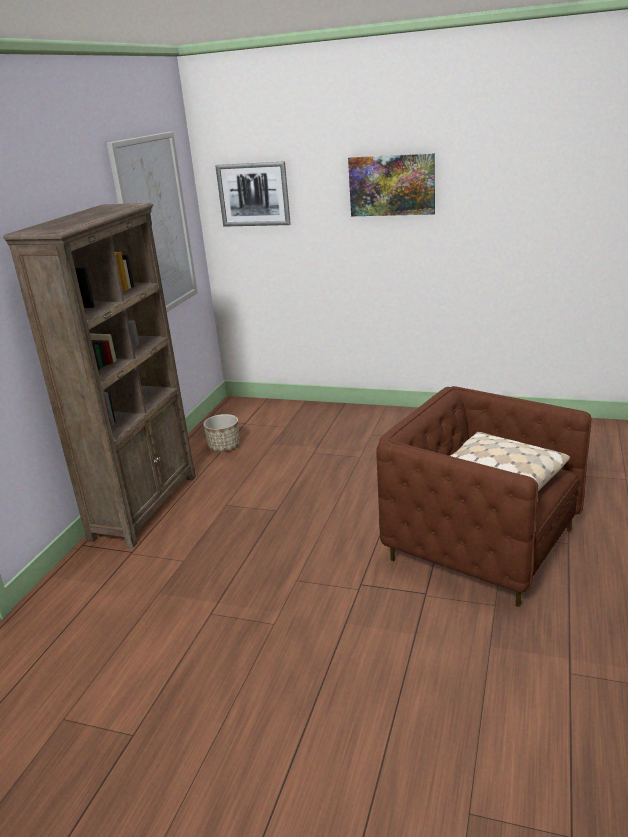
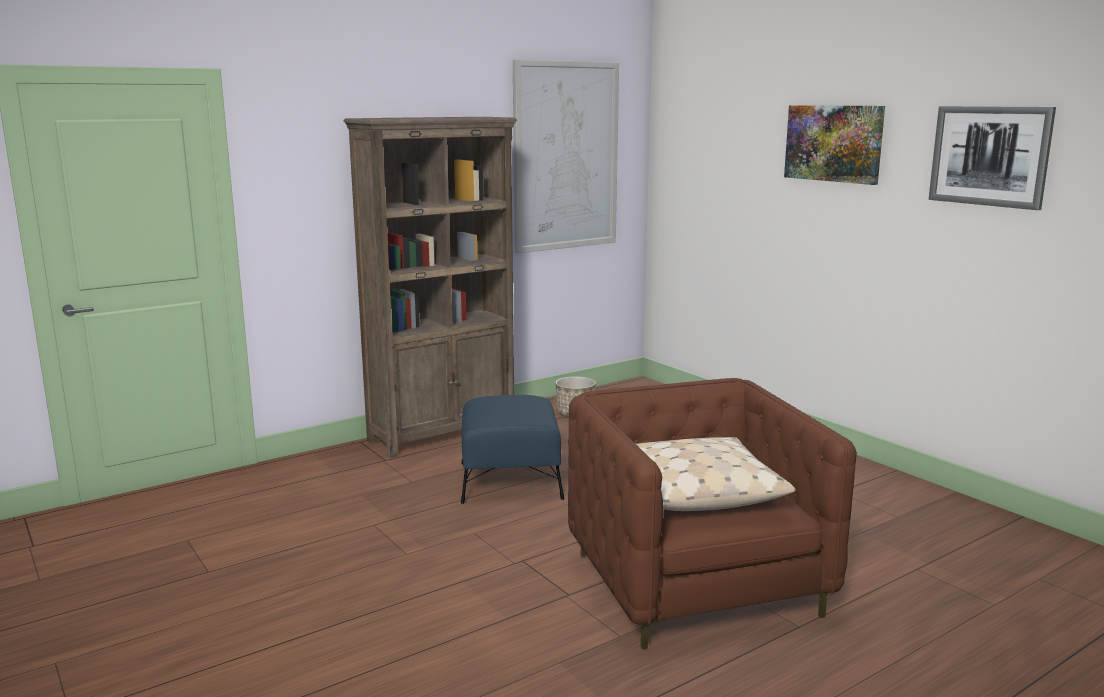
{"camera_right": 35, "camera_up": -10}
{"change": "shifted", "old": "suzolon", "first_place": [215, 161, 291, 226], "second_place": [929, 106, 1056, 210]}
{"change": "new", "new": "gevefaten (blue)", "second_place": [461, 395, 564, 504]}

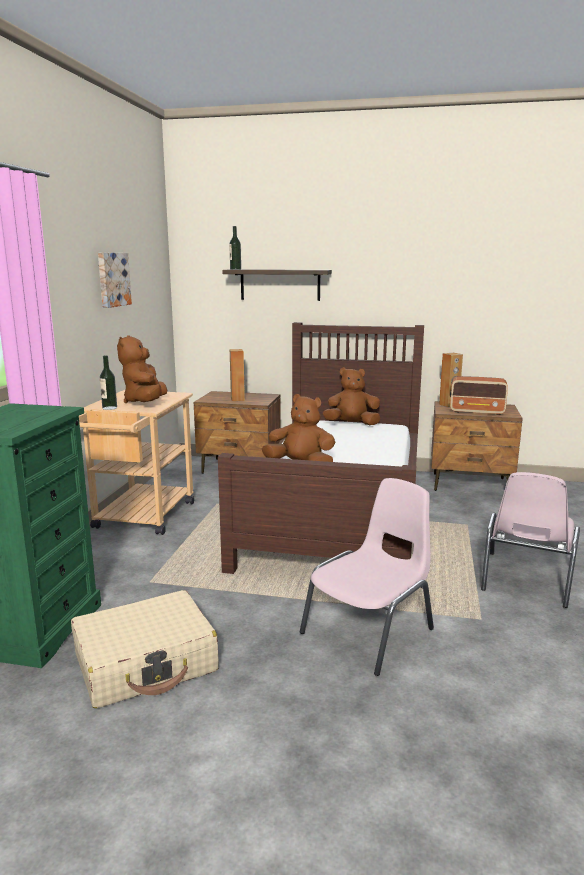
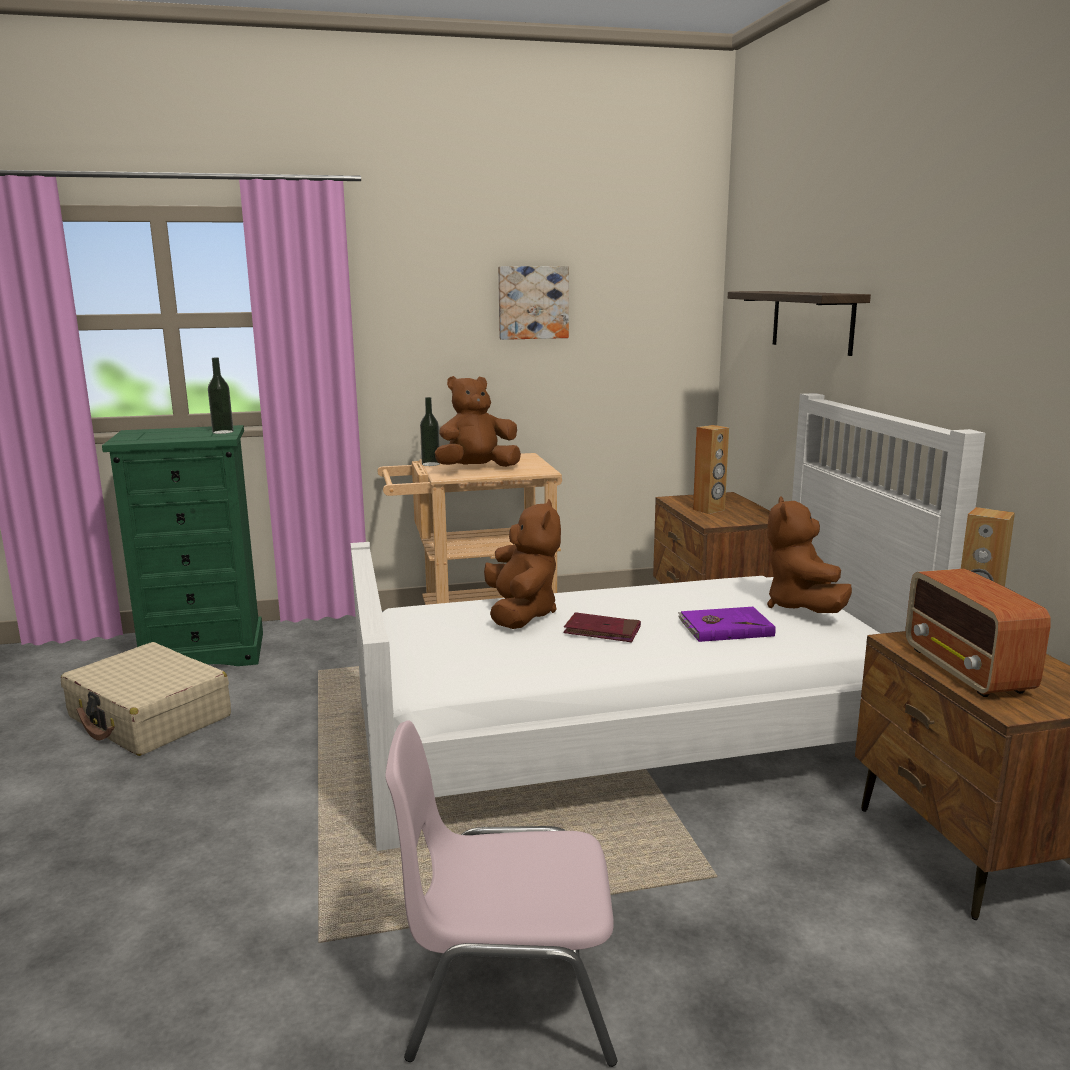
{"camera_right": 65, "camera_up": 0}
{"change": "repainted", "old": "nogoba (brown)", "new": "nogoba (white)", "first_place": [218, 322, 424, 574], "second_place": [351, 393, 985, 851]}
{"change": "shifted", "old": "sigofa", "first_place": [229, 226, 241, 270], "second_place": [208, 357, 234, 434]}
{"change": "gone", "old": "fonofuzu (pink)", "first_place": [300, 478, 434, 676]}
{"change": "rotated", "old": "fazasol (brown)", "first_place": [323, 367, 381, 425], "second_place": [767, 496, 852, 613], "degrees": -150}
{"change": "new", "new": "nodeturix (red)", "second_place": [563, 612, 641, 642]}
{"change": "new", "new": "nodeturix (purple)", "second_place": [678, 607, 776, 642]}

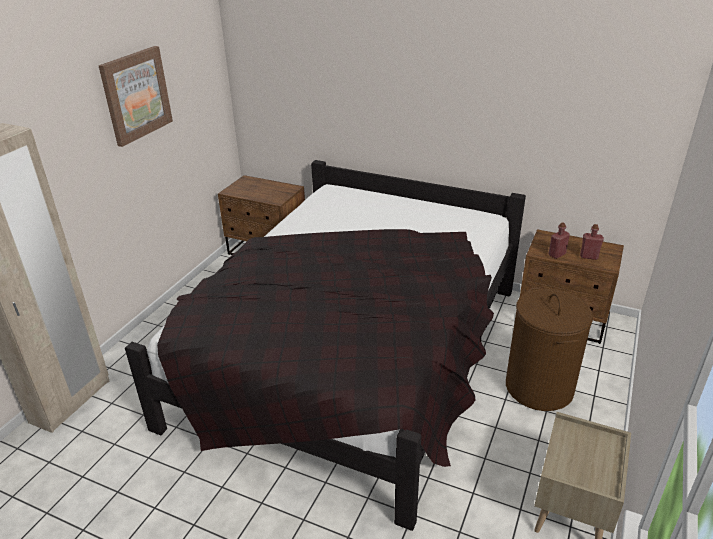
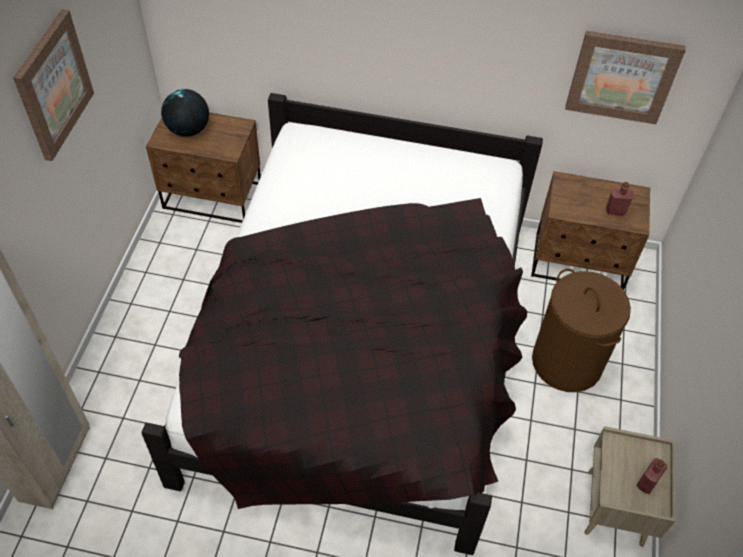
{"camera_right": -15, "camera_up": 20}
{"change": "shifted", "old": "sigofa (red)", "first_place": [548, 222, 570, 259], "second_place": [637, 458, 668, 494]}
{"change": "new", "new": "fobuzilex", "second_place": [161, 89, 209, 137]}
{"change": "new", "new": "suzolon", "second_place": [565, 31, 686, 124]}

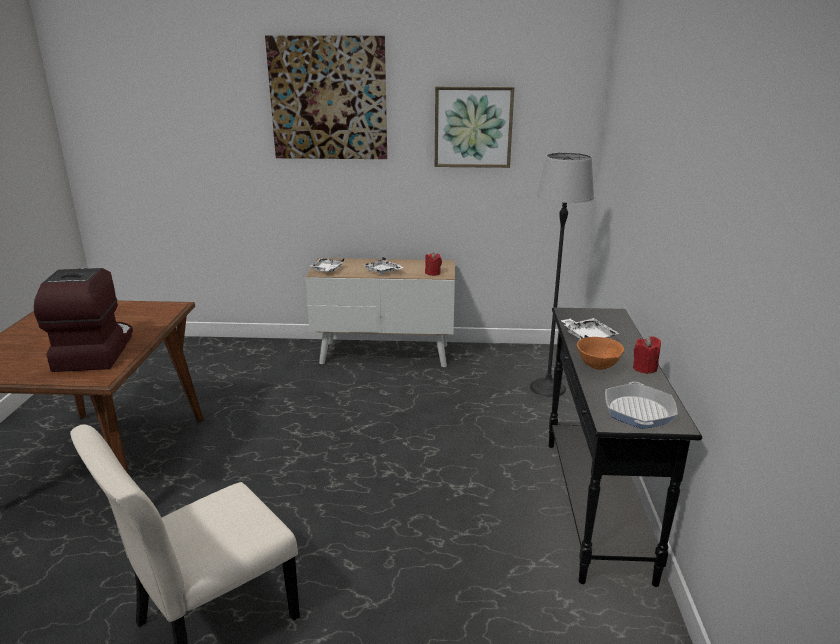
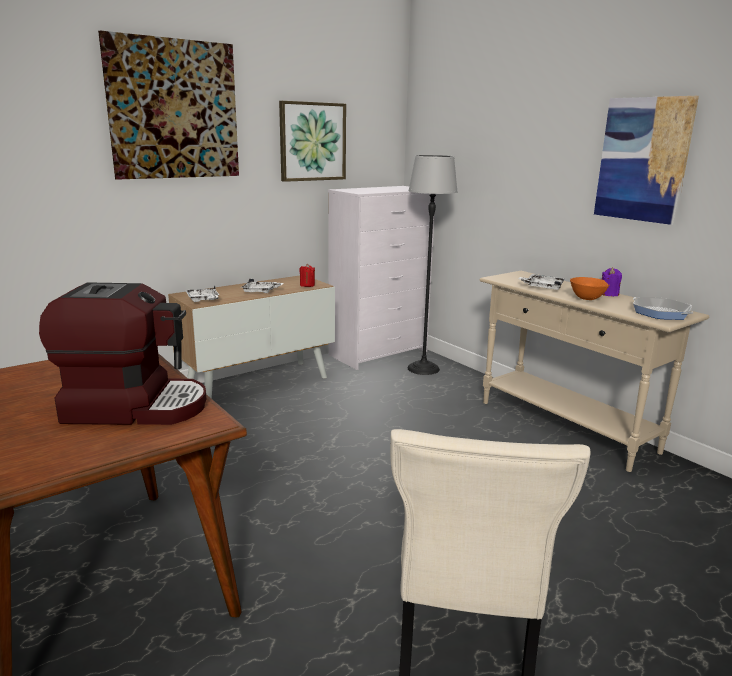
{"camera_right": -40, "camera_up": -5}
{"change": "rotated", "old": "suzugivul", "first_place": [34, 268, 133, 372], "second_place": [39, 282, 206, 425], "degrees": 135}
{"change": "repainted", "old": "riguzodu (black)", "new": "riguzodu (beige)", "first_place": [549, 308, 702, 587], "second_place": [480, 271, 709, 472]}
{"change": "repainted", "old": "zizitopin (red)", "new": "zizitopin (purple)", "first_place": [633, 336, 661, 374], "second_place": [602, 268, 622, 296]}
{"change": "new", "new": "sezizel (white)", "second_place": [328, 186, 436, 370]}
{"change": "new", "new": "suzolon", "second_place": [594, 96, 699, 225]}

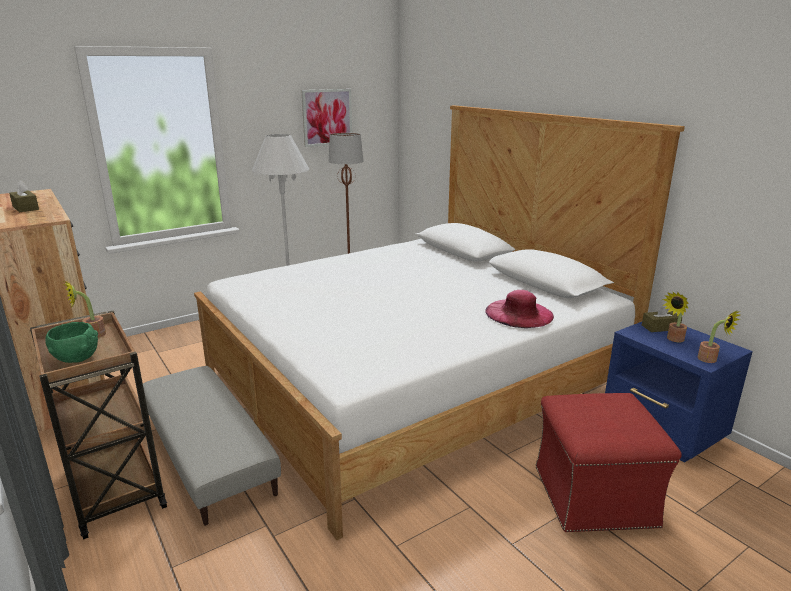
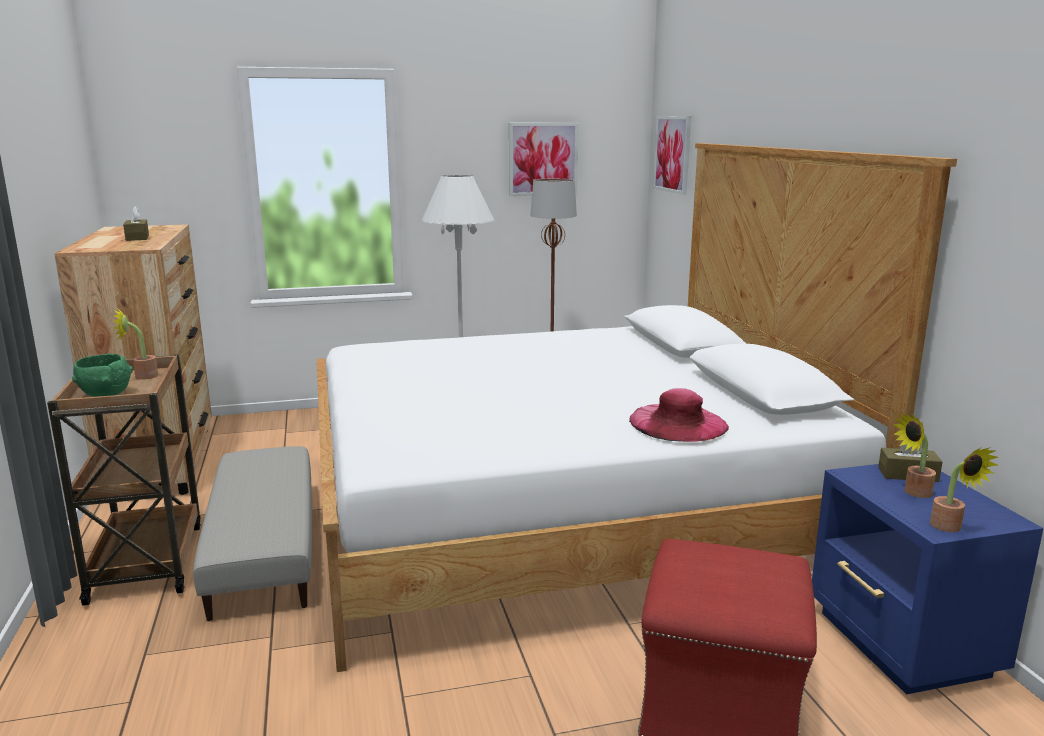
{"camera_right": 20, "camera_up": -5}
{"change": "new", "new": "suzolon", "second_place": [653, 116, 691, 195]}

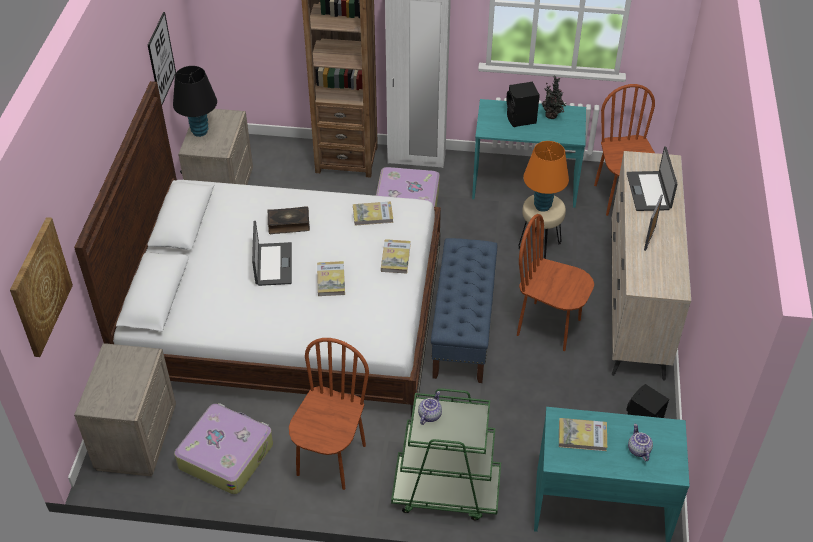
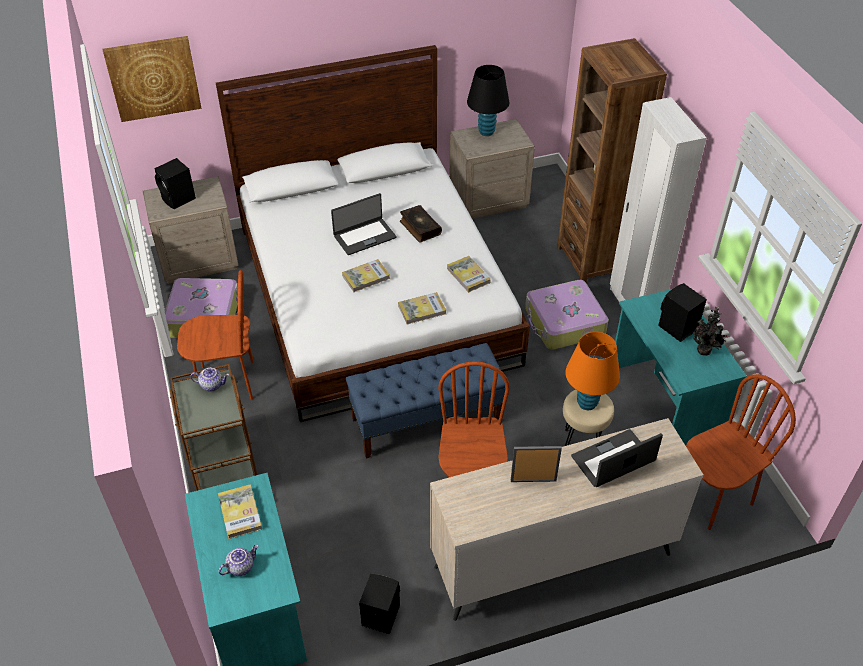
{"camera_right": 65, "camera_up": 0}
{"change": "gone", "old": "suzolon", "first_place": [148, 12, 176, 105]}
{"change": "repainted", "old": "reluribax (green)", "new": "reluribax (brown)", "first_place": [391, 388, 501, 520], "second_place": [170, 364, 257, 491]}
{"change": "new", "new": "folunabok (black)", "second_place": [154, 158, 196, 209]}

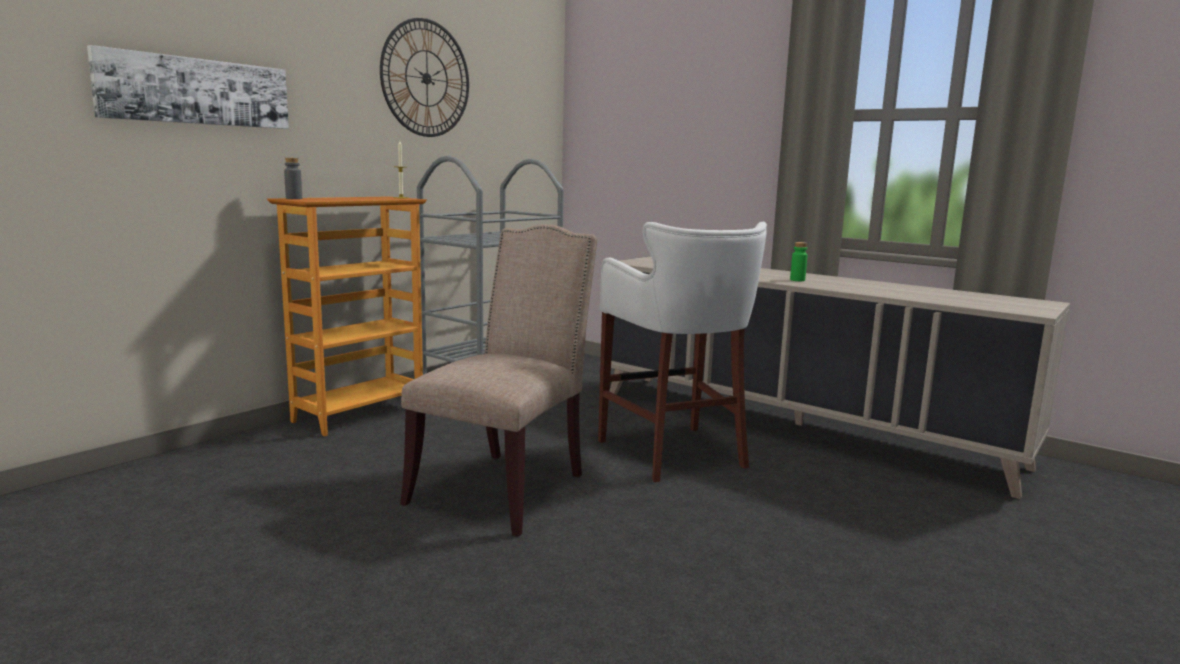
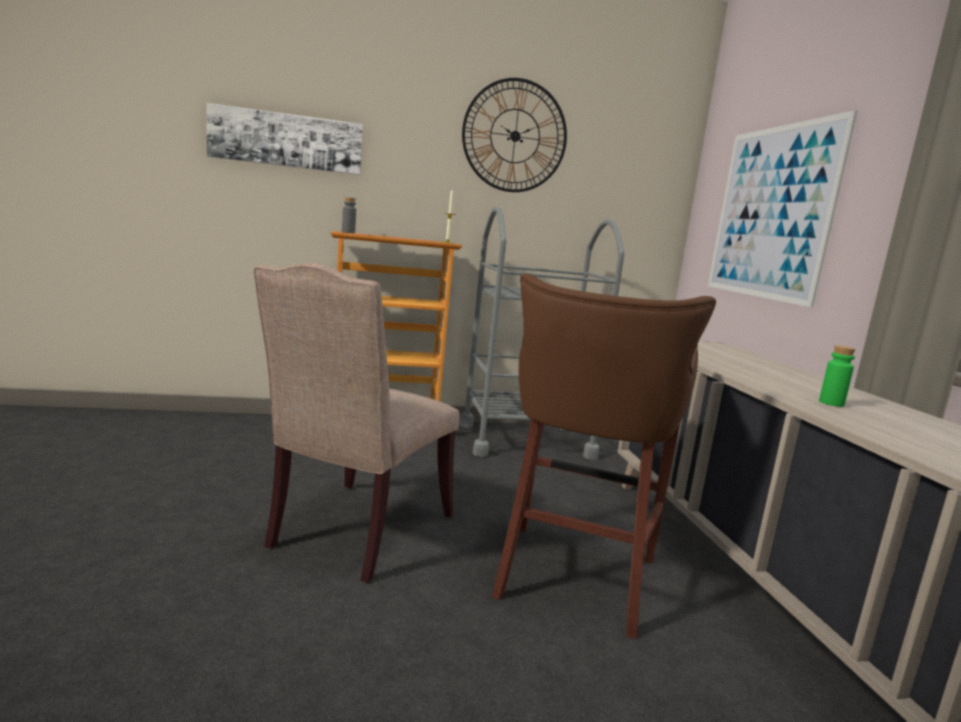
{"camera_right": 40, "camera_up": 0}
{"change": "rotated", "old": "fonofuzu (beige)", "first_place": [400, 224, 597, 537], "second_place": [254, 263, 460, 583], "degrees": 135}
{"change": "repainted", "old": "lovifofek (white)", "new": "lovifofek (brown)", "first_place": [598, 222, 767, 482], "second_place": [492, 273, 716, 639]}
{"change": "new", "new": "suzolon", "second_place": [708, 110, 857, 308]}

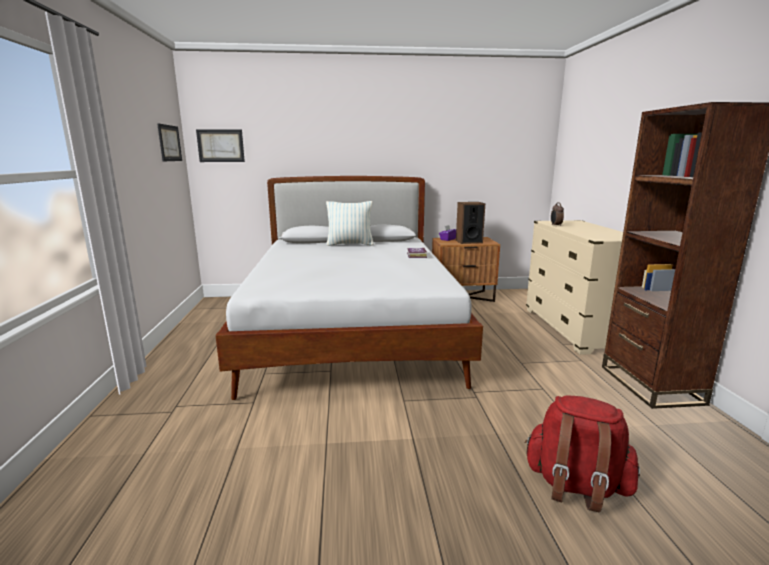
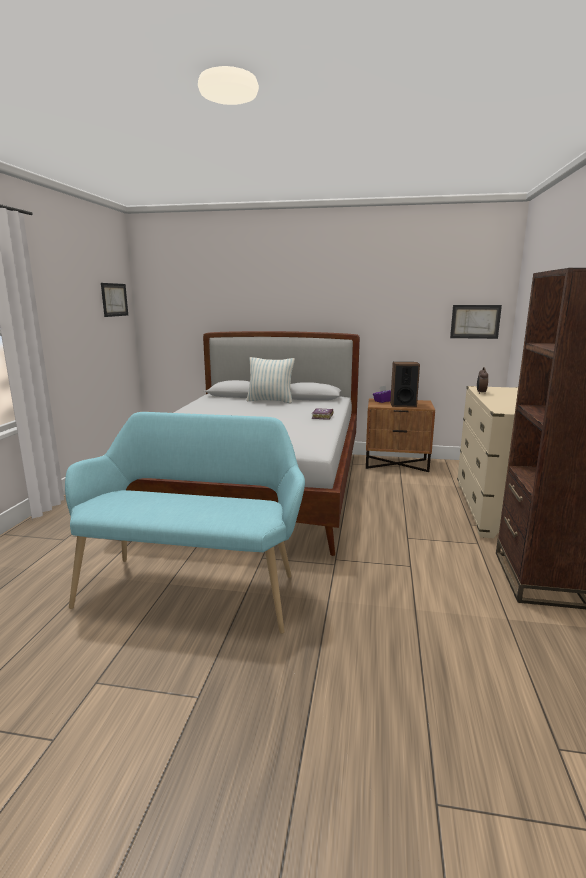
{"camera_right": 15, "camera_up": 0}
{"change": "shifted", "old": "suzolon", "first_place": [196, 129, 245, 162], "second_place": [450, 305, 502, 339]}
{"change": "gone", "old": "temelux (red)", "first_place": [524, 395, 640, 512]}
{"change": "new", "new": "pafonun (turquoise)", "second_place": [65, 412, 305, 634]}

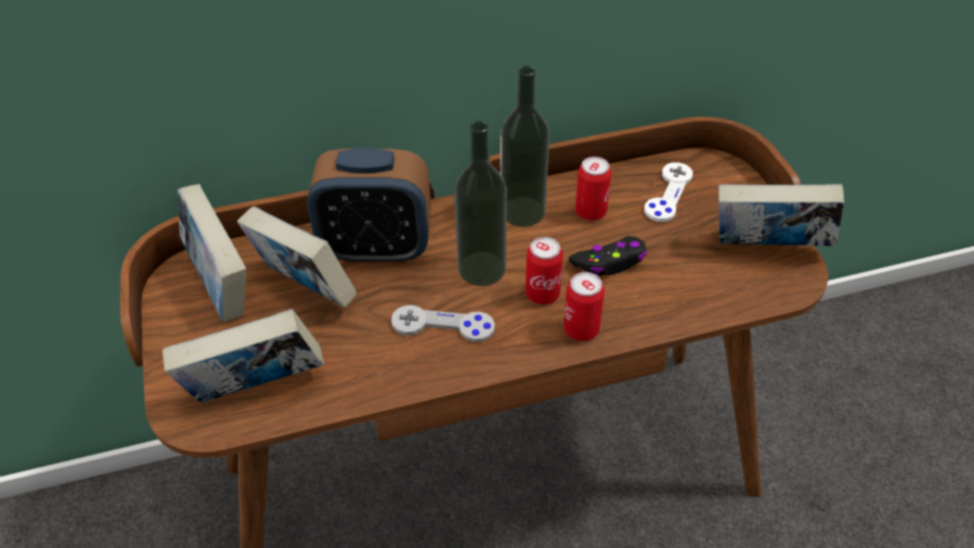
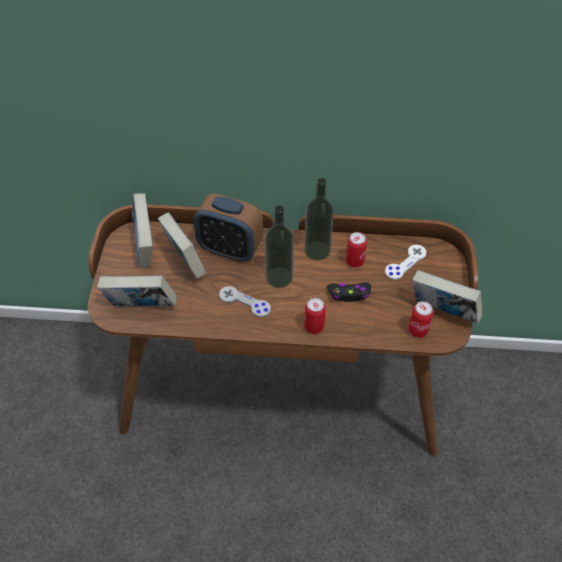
{"camera_right": 20, "camera_up": 5}
{"change": "shifted", "old": "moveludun", "first_place": [525, 237, 563, 305], "second_place": [408, 301, 434, 338]}

